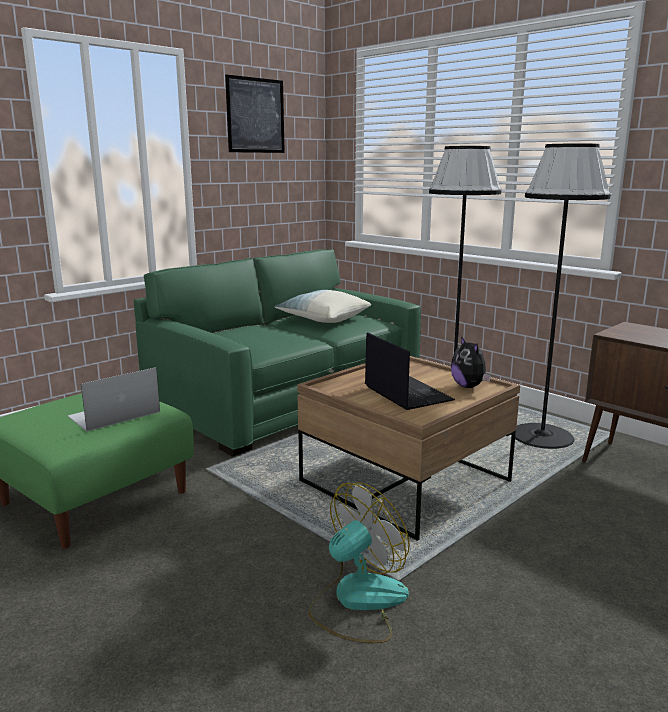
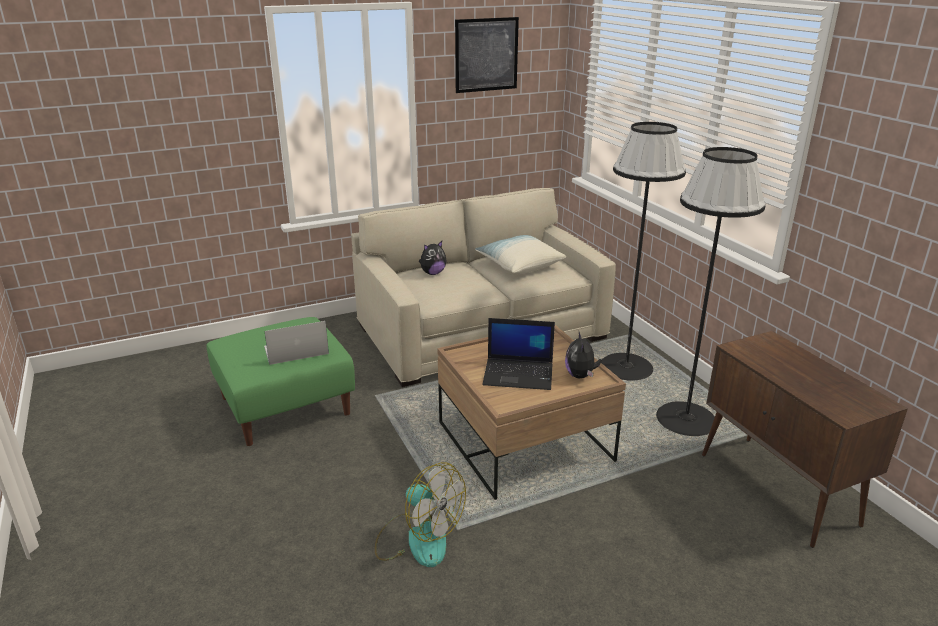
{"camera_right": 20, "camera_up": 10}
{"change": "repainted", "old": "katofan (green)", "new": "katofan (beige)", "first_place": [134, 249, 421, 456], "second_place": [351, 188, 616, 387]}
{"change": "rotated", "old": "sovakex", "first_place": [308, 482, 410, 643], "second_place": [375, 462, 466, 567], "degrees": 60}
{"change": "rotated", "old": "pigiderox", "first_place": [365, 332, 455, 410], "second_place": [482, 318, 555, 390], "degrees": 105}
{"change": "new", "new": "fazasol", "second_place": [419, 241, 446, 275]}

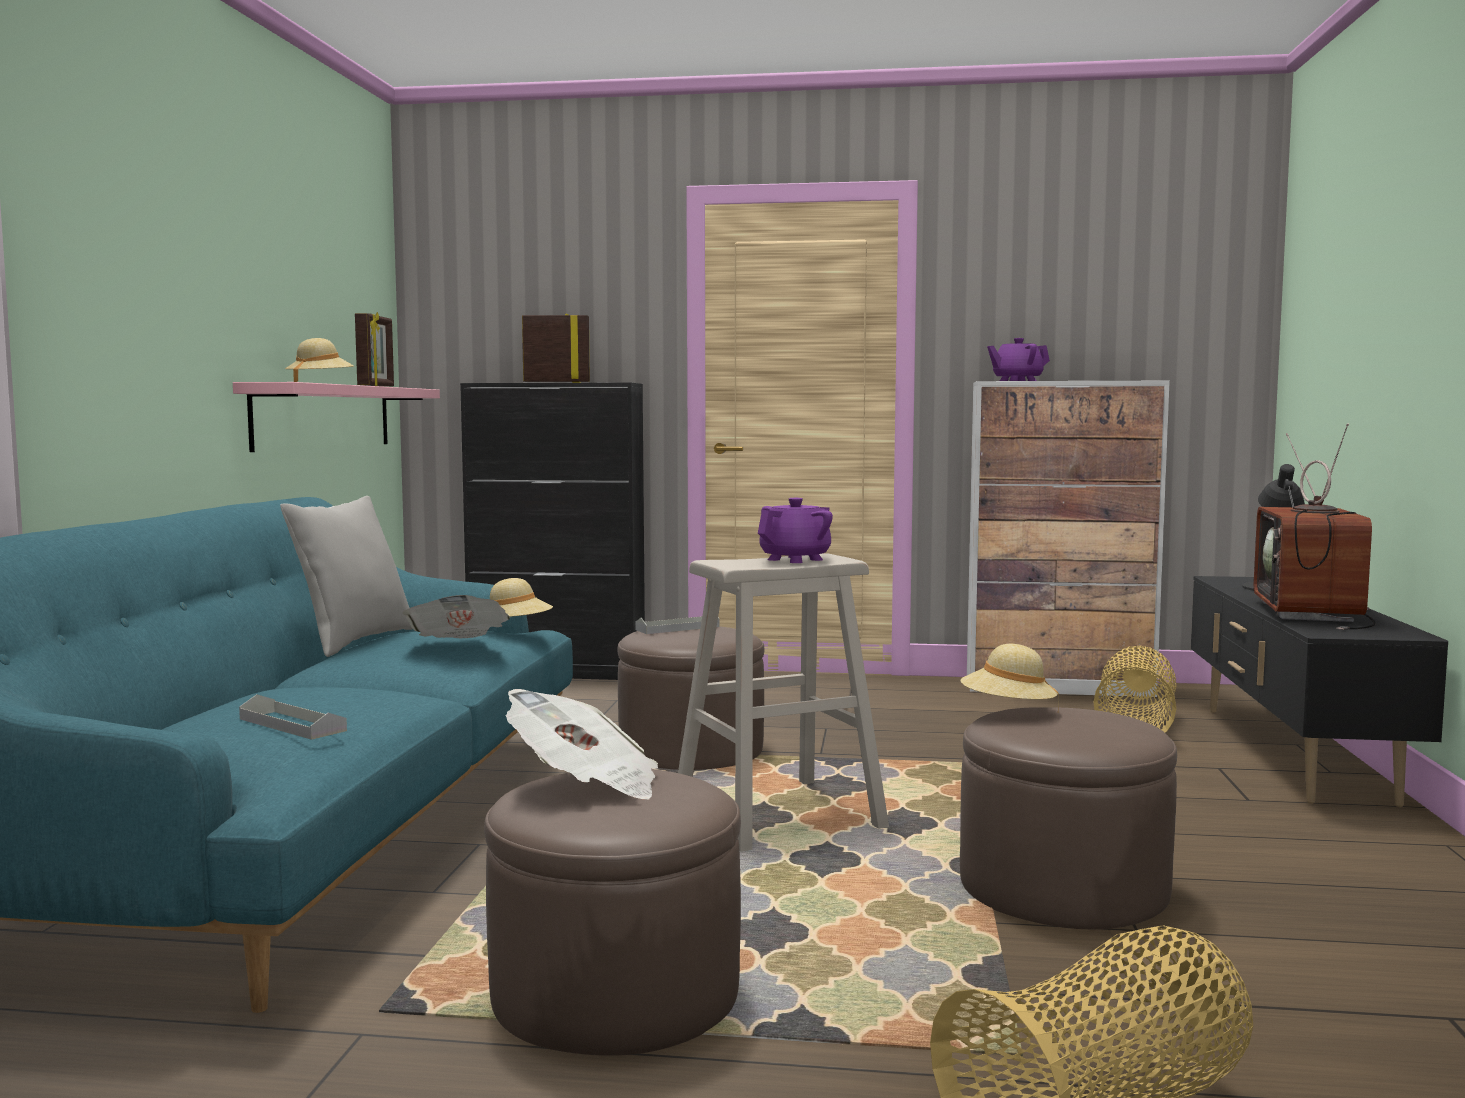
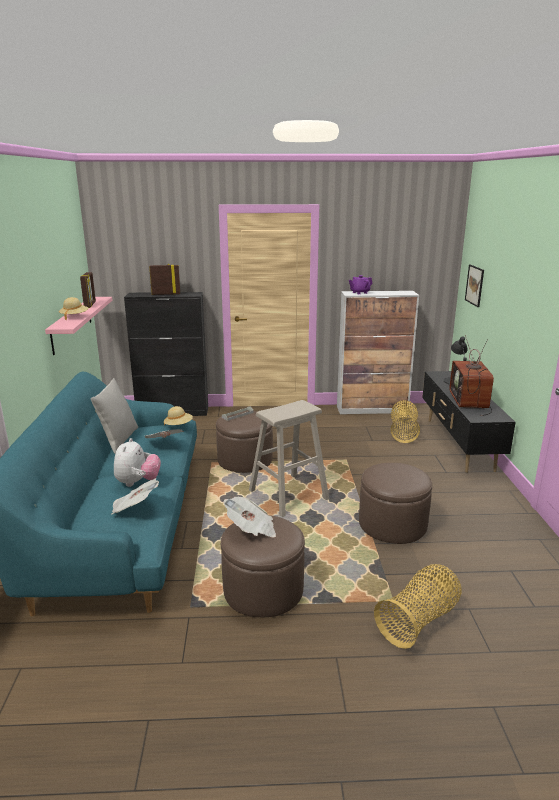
{"camera_right": -10, "camera_up": 15}
{"change": "swapped", "old": "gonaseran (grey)", "new": "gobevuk", "first_place": [239, 694, 347, 740], "second_place": [111, 478, 159, 515]}
{"change": "gone", "old": "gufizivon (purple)", "first_place": [758, 498, 833, 563]}
{"change": "gone", "old": "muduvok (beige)", "first_place": [961, 644, 1059, 712]}
{"change": "new", "new": "fazasol", "second_place": [114, 438, 161, 487]}
{"change": "new", "new": "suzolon", "second_place": [465, 265, 484, 307]}

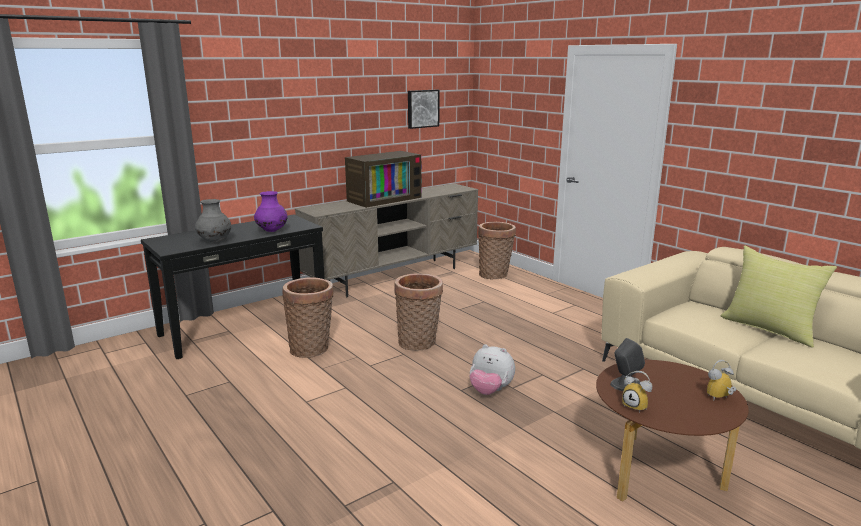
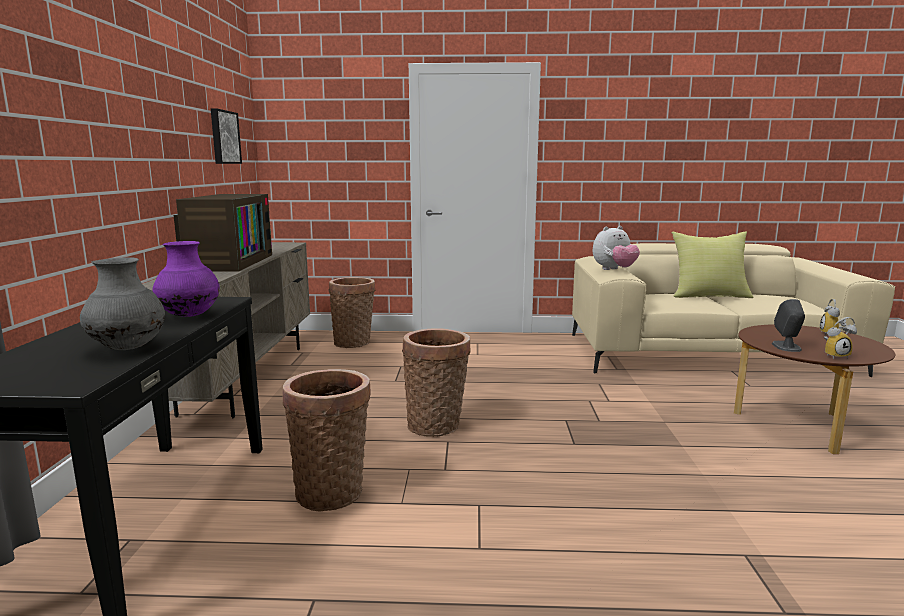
{"camera_right": -50, "camera_up": -5}
{"change": "shifted", "old": "fazasol", "first_place": [470, 344, 515, 395], "second_place": [592, 226, 640, 270]}

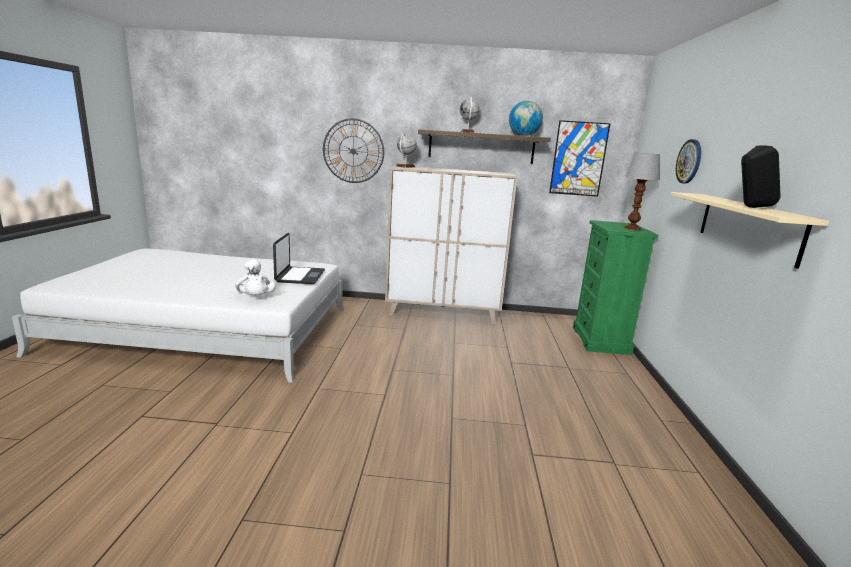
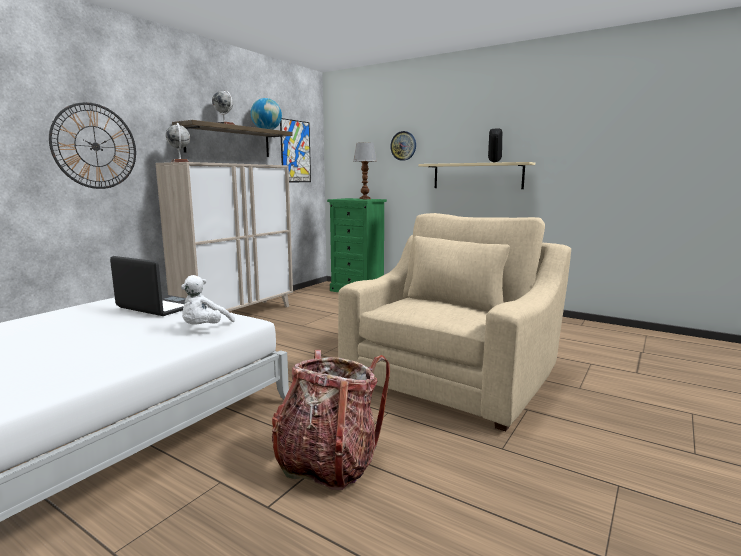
{"camera_right": -60, "camera_up": -5}
{"change": "rotated", "old": "fazasol (white)", "first_place": [235, 259, 276, 295], "second_place": [181, 275, 235, 325], "degrees": 105}
{"change": "new", "new": "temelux", "second_place": [272, 350, 390, 490]}
{"change": "new", "new": "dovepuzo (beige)", "second_place": [338, 213, 571, 431]}

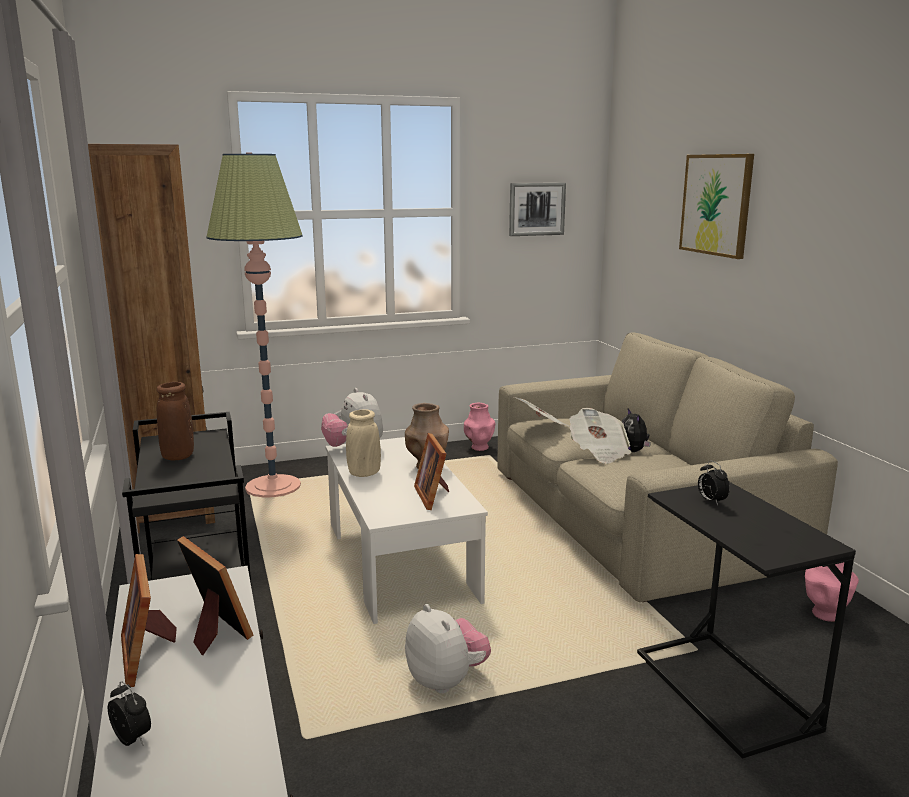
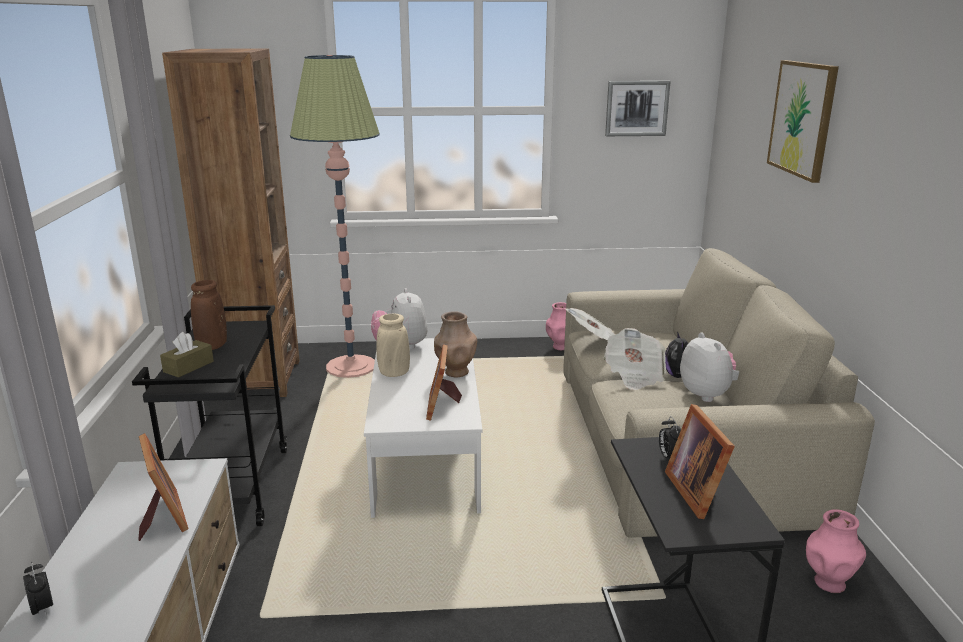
{"camera_right": 15, "camera_up": 5}
{"change": "shifted", "old": "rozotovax", "first_place": [121, 554, 177, 687], "second_place": [665, 404, 735, 519]}
{"change": "shifted", "old": "fazasol", "first_place": [405, 604, 491, 693], "second_place": [680, 332, 739, 402]}
{"change": "new", "new": "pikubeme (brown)", "second_place": [160, 332, 214, 378]}

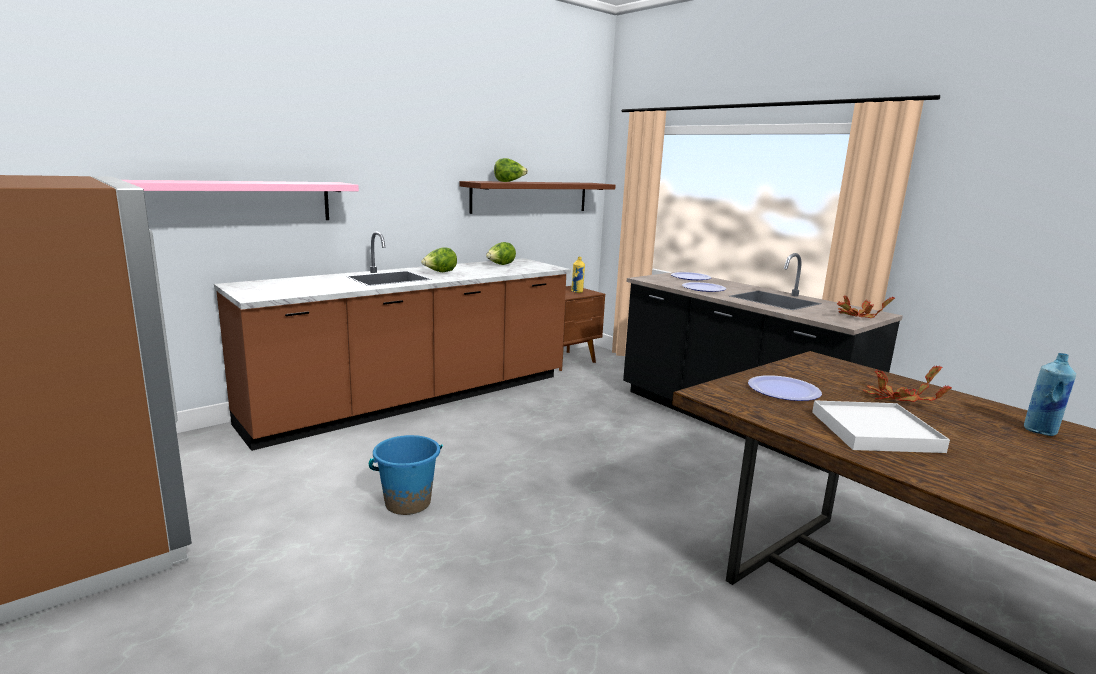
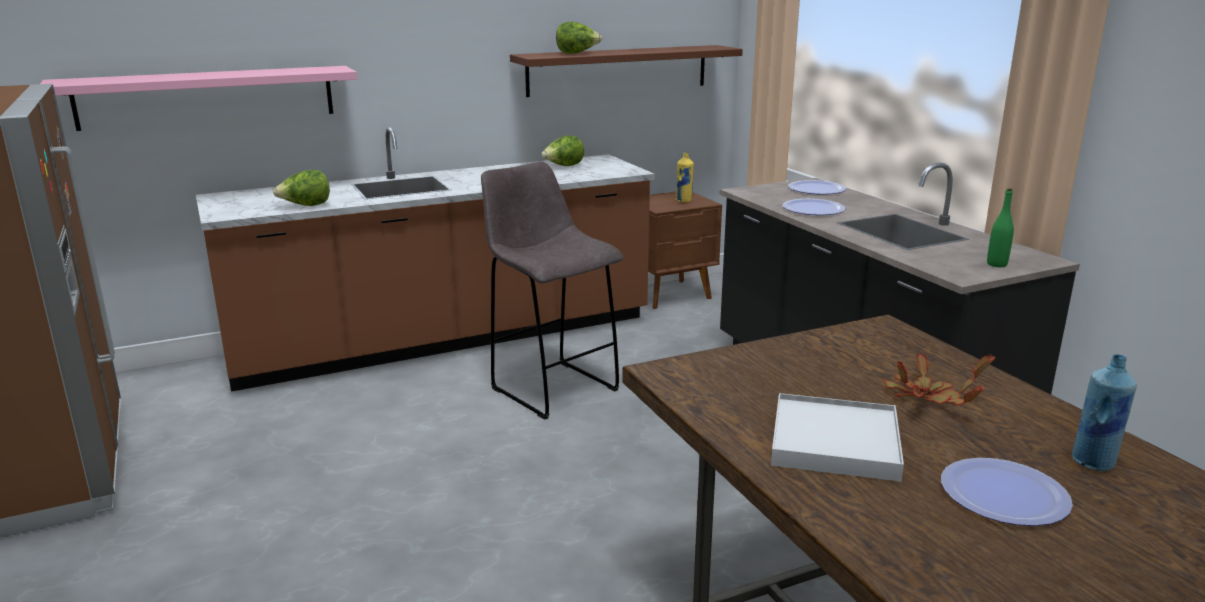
{"camera_right": 15, "camera_up": 5}
{"change": "gone", "old": "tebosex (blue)", "first_place": [368, 435, 443, 515]}
{"change": "shifted", "old": "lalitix", "first_place": [421, 247, 457, 272], "second_place": [273, 170, 330, 206]}
{"change": "shifted", "old": "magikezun", "first_place": [748, 375, 822, 401], "second_place": [941, 458, 1073, 526]}
{"change": "swapped", "old": "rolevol", "new": "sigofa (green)", "first_place": [837, 296, 895, 318], "second_place": [987, 188, 1014, 267]}
{"change": "new", "new": "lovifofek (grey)", "second_place": [481, 162, 624, 420]}

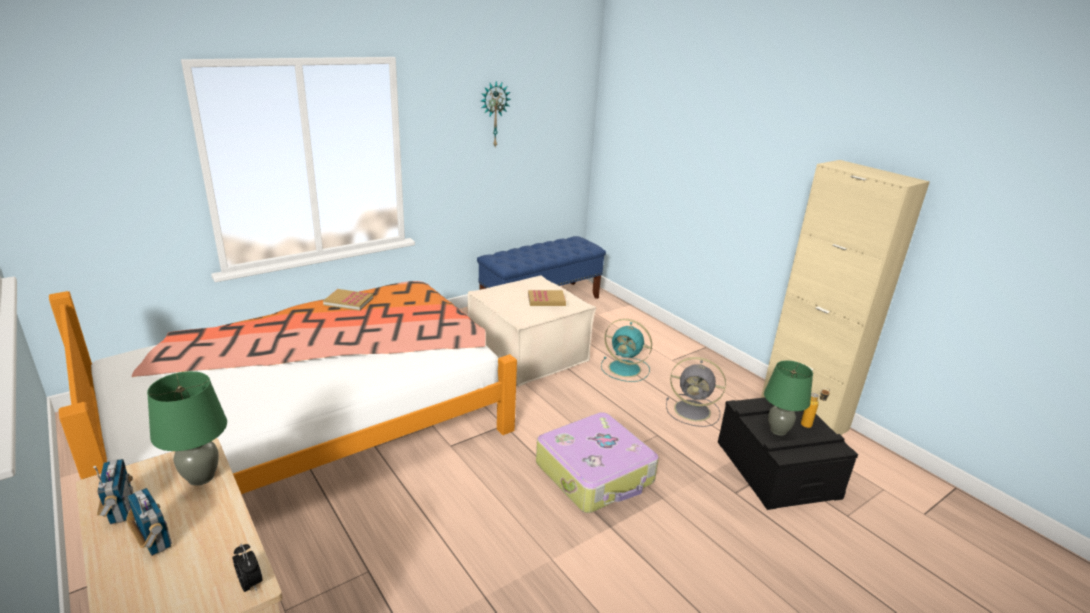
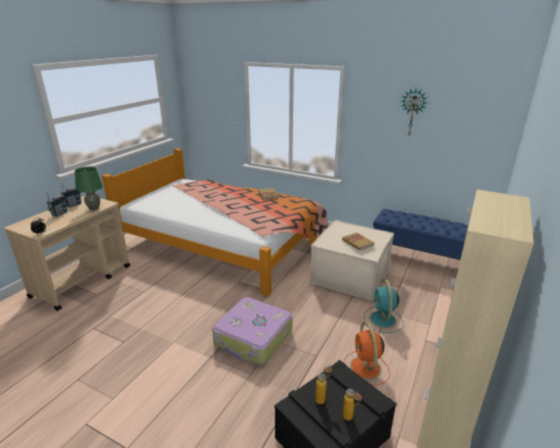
{"camera_right": 65, "camera_up": 0}
{"change": "repainted", "old": "sovakex (grey)", "new": "sovakex (orange)", "first_place": [666, 357, 726, 427], "second_place": [344, 322, 390, 386]}
{"change": "swapped", "old": "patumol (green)", "new": "sigofa", "first_place": [764, 361, 813, 436], "second_place": [315, 365, 332, 404]}

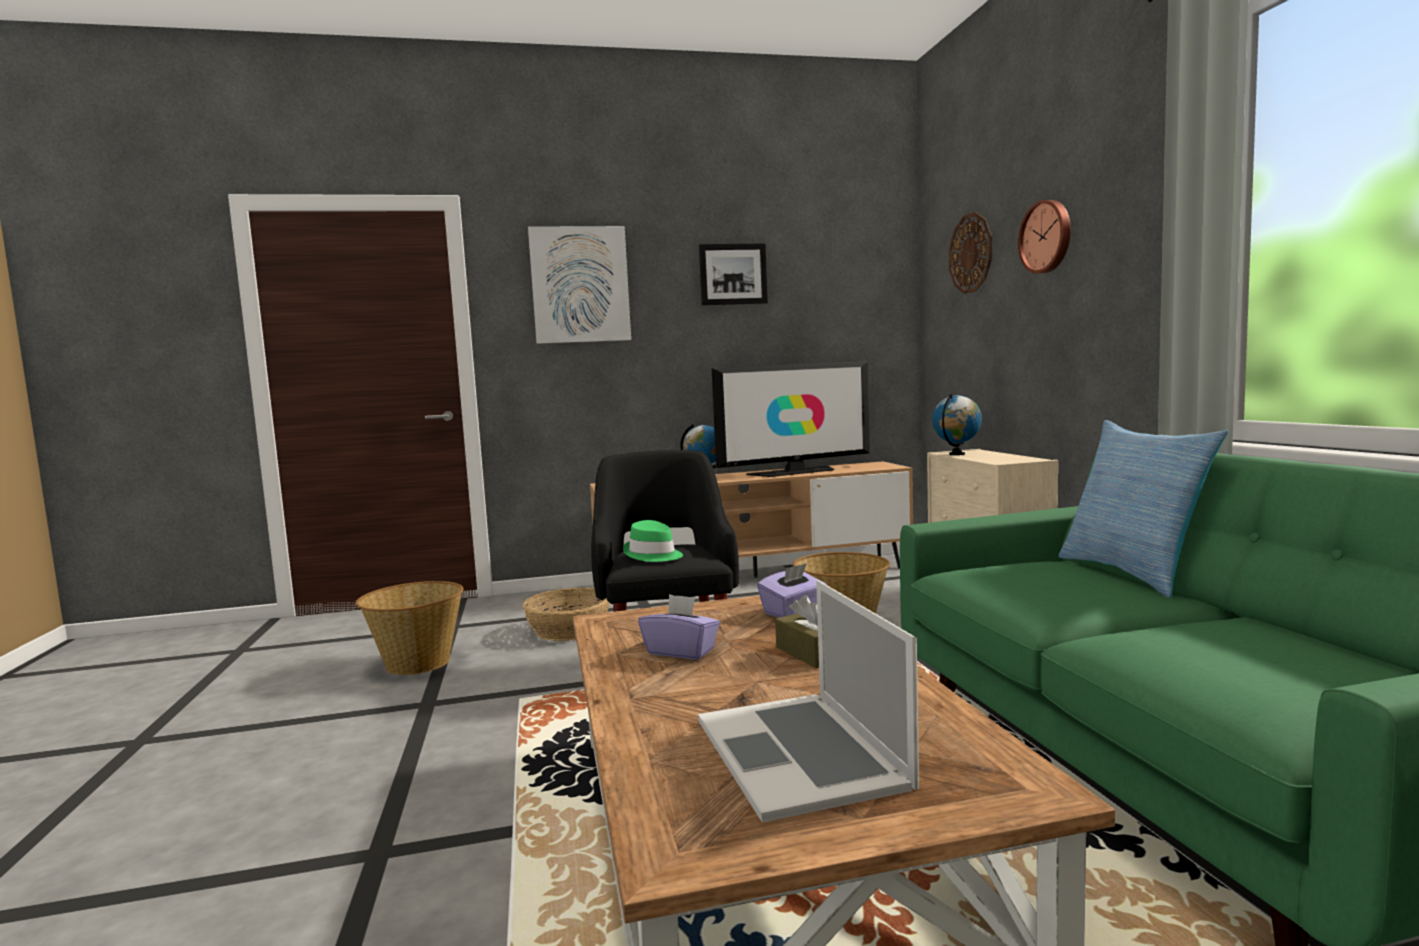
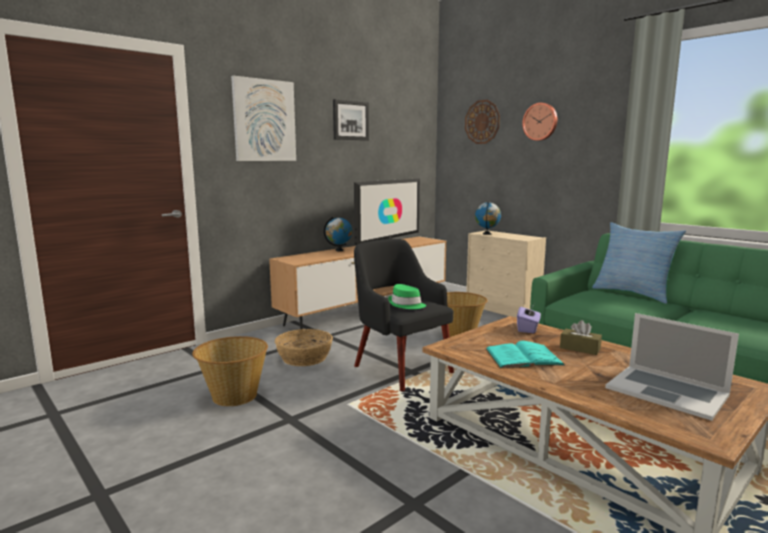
{"camera_right": -30, "camera_up": 5}
{"change": "swapped", "old": "pikubeme (purple)", "new": "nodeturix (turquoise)", "first_place": [638, 594, 720, 660], "second_place": [486, 341, 566, 368]}

